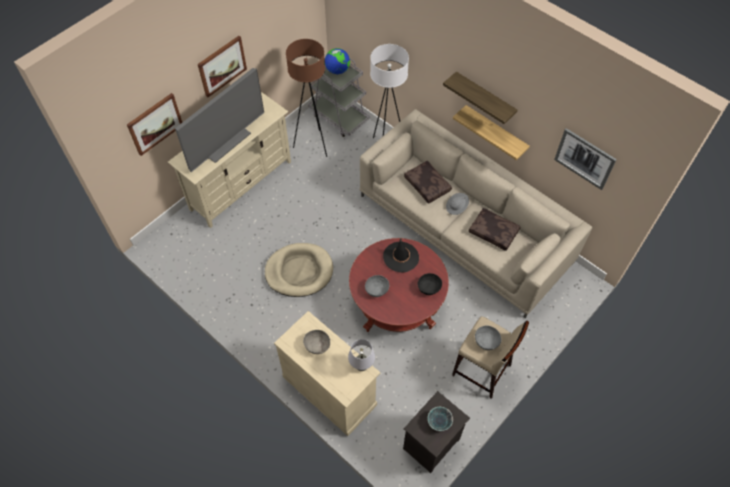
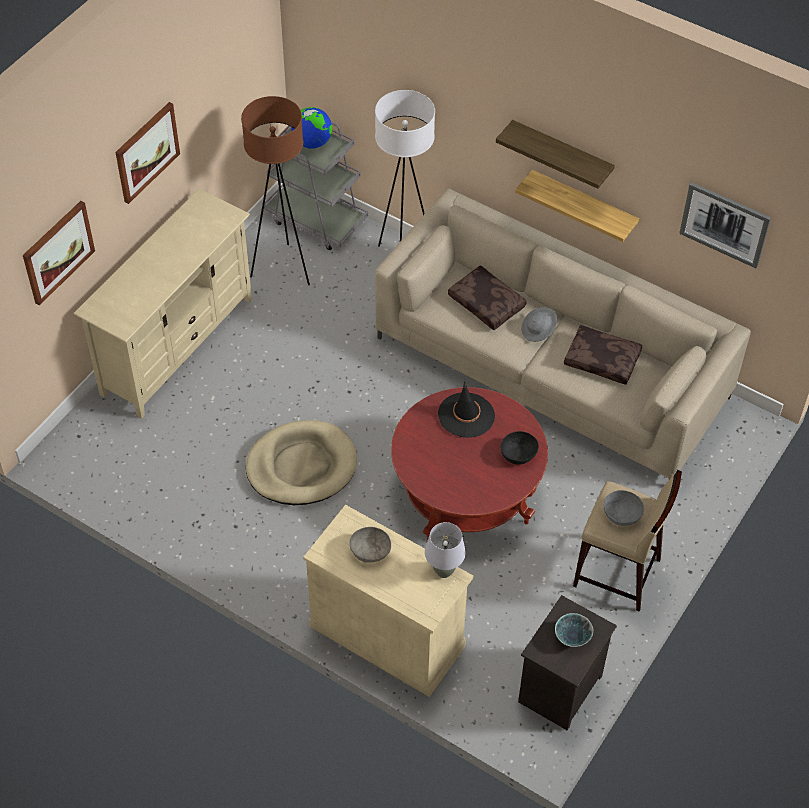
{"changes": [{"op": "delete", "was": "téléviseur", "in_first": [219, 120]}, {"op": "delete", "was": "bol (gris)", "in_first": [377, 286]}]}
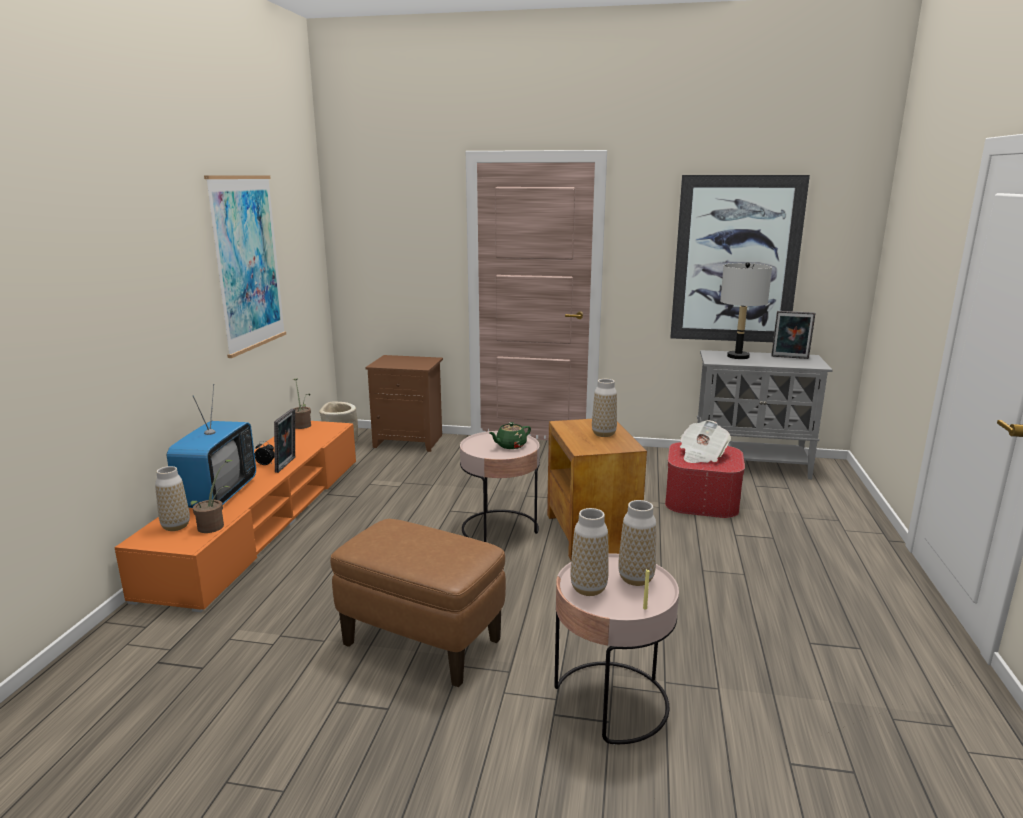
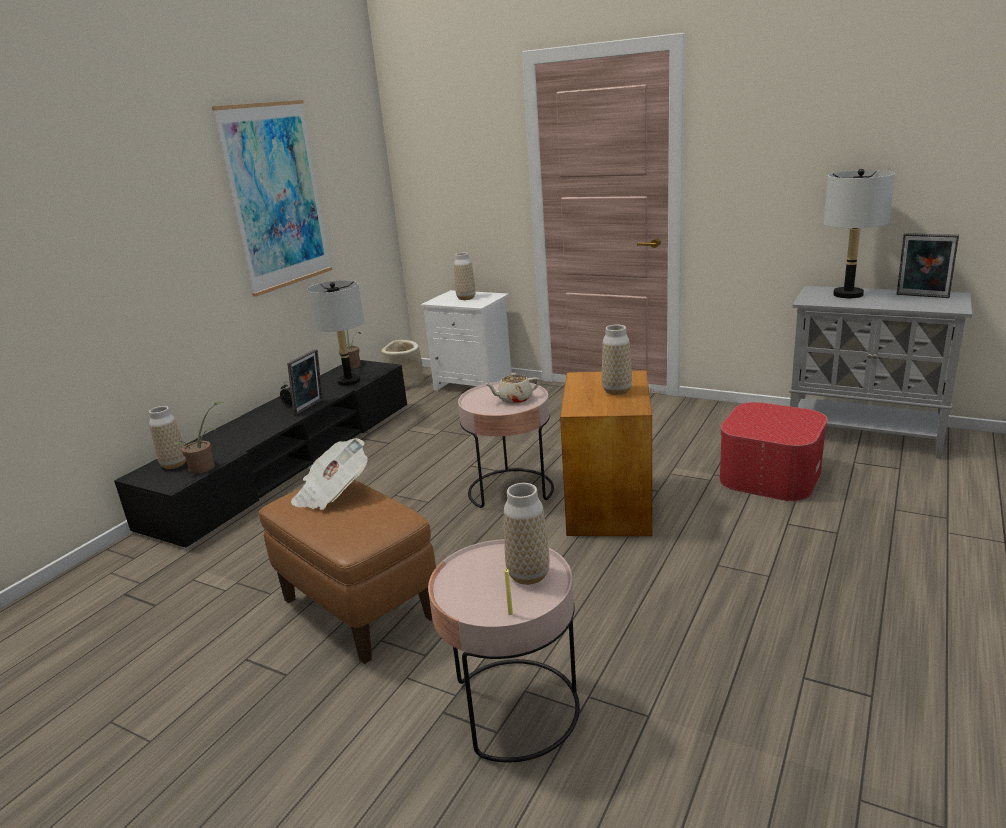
{"changes": [{"op": "recolor", "was": "meuble télé (orange)", "now": "meuble télé (noir)", "in_first": [235, 516], "in_second": [260, 455]}, {"op": "move", "was": "journal", "in_first": [705, 441], "in_second": [329, 474]}, {"op": "insert", "now": "lampe de table (gris)", "in_second": [335, 333]}, {"op": "recolor", "was": "table de chevet (marron)", "now": "table de chevet (blanc)", "in_first": [404, 403], "in_second": [466, 340]}, {"op": "move", "was": "vase", "in_first": [589, 552], "in_second": [465, 276]}, {"op": "recolor", "was": "théière (vert)", "now": "théière (beige)", "in_first": [510, 435], "in_second": [512, 388]}, {"op": "delete", "was": "téléviseur", "in_first": [211, 446]}, {"op": "delete", "was": "tableau", "in_first": [740, 258]}]}
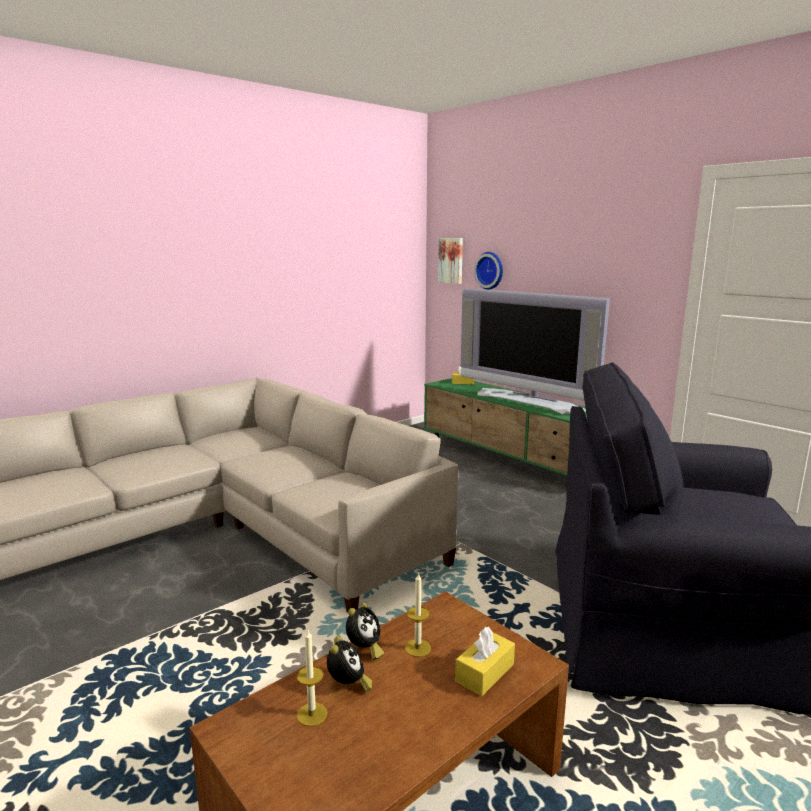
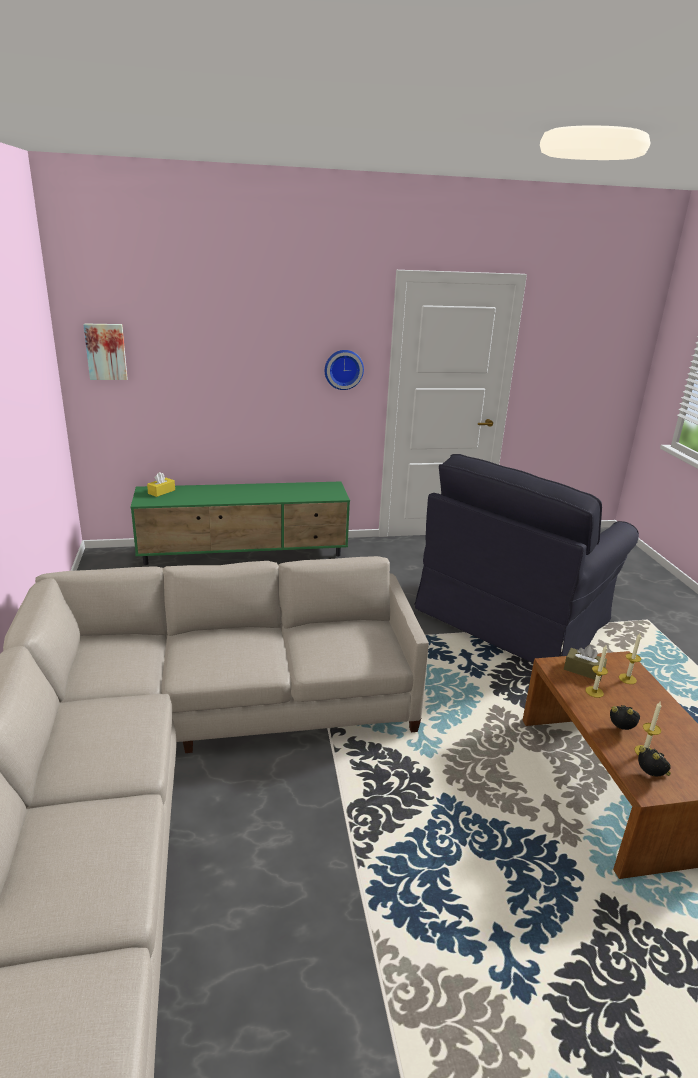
{"changes": [{"op": "move", "was": "horloge murale", "in_first": [488, 271], "in_second": [344, 370]}, {"op": "insert", "now": "boîte à mouchoirs (marron)", "in_second": [585, 663]}, {"op": "replace", "was": "boîte à mouchoirs (jaune)", "now": "bougie", "in_first": [485, 661], "in_second": [630, 658]}, {"op": "move", "was": "réveil", "in_first": [365, 631], "in_second": [654, 761]}, {"op": "delete", "was": "téléviseur", "in_first": [535, 351]}]}
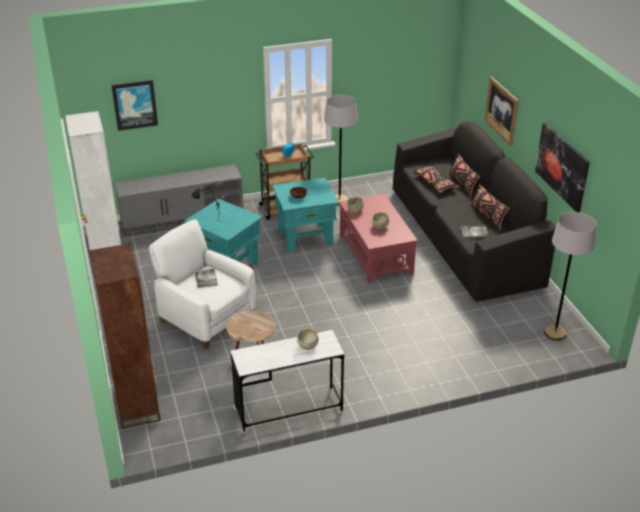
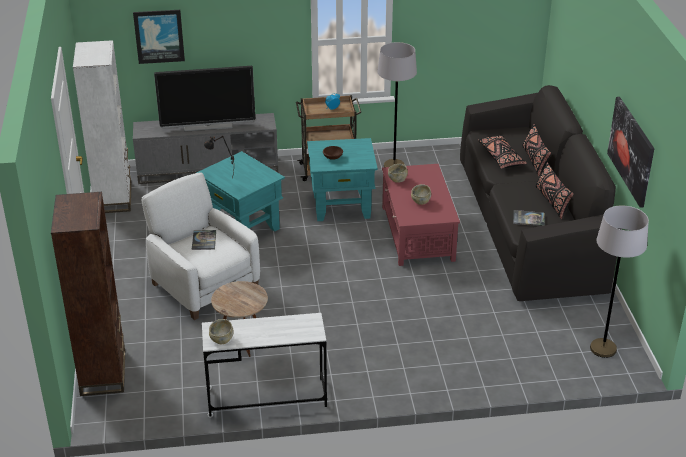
{"changes": [{"op": "insert", "now": "téléviseur", "in_second": [204, 99]}, {"op": "move", "was": "bol (beige)", "in_first": [308, 339], "in_second": [221, 331]}, {"op": "delete", "was": "tableau", "in_first": [502, 111]}]}
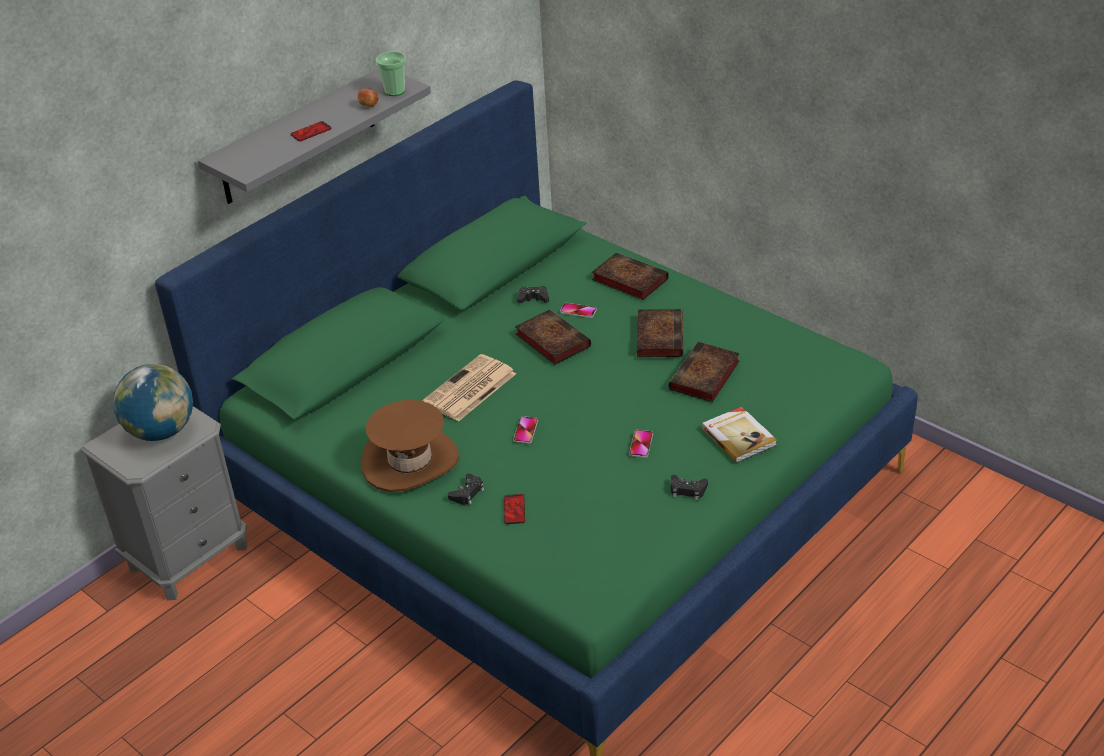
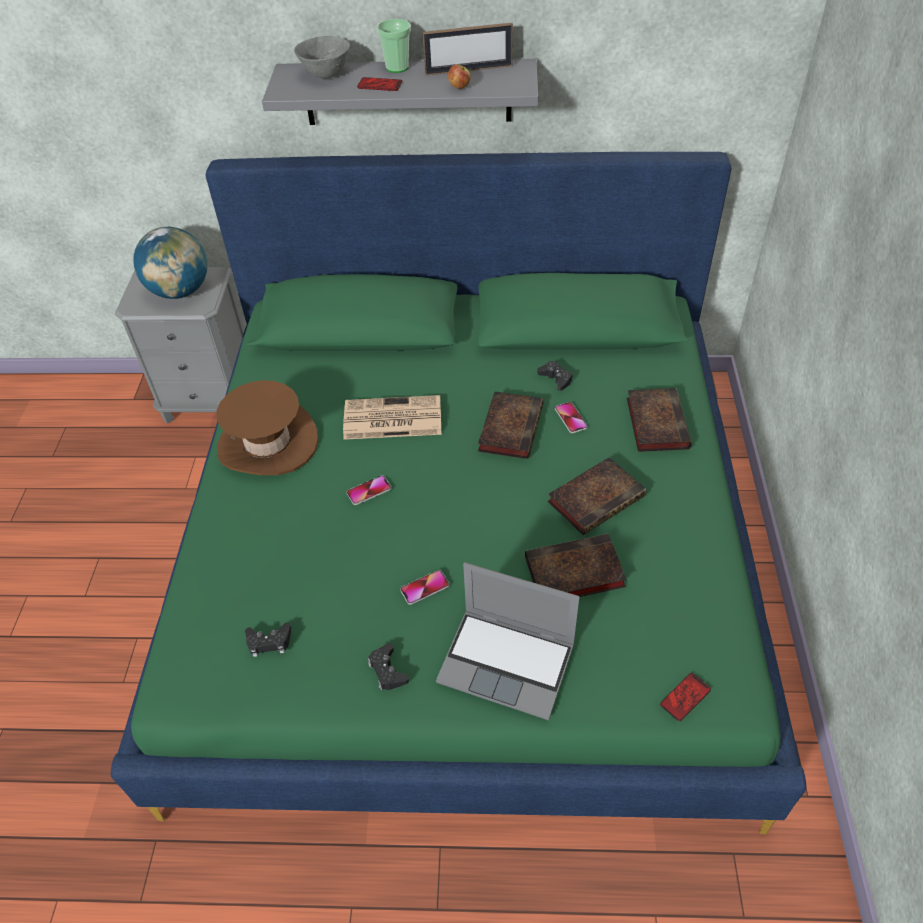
{"changes": [{"op": "move", "was": "manette (noir)", "in_first": [466, 489], "in_second": [268, 640]}, {"op": "insert", "now": "bol (gris)", "in_second": [322, 57]}, {"op": "move", "was": "tasse", "in_first": [391, 74], "in_second": [394, 46]}, {"op": "insert", "now": "cadre photo", "in_second": [467, 49]}, {"op": "replace", "was": "livre", "now": "ordinateur portable", "in_first": [739, 434], "in_second": [508, 641]}, {"op": "move", "was": "téléphone", "in_first": [514, 509], "in_second": [685, 697]}]}
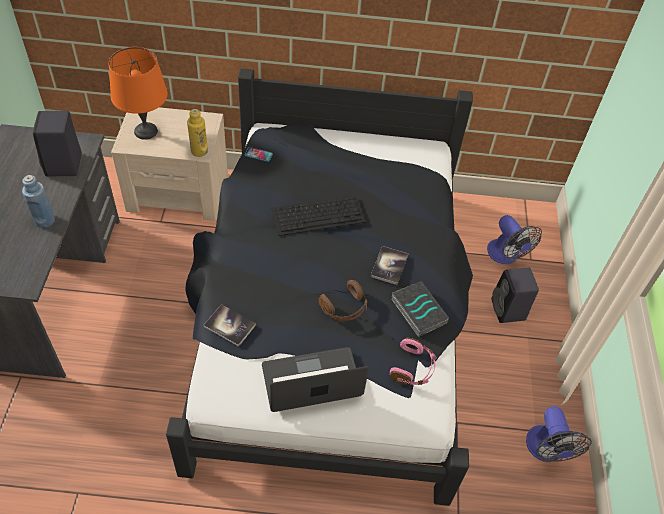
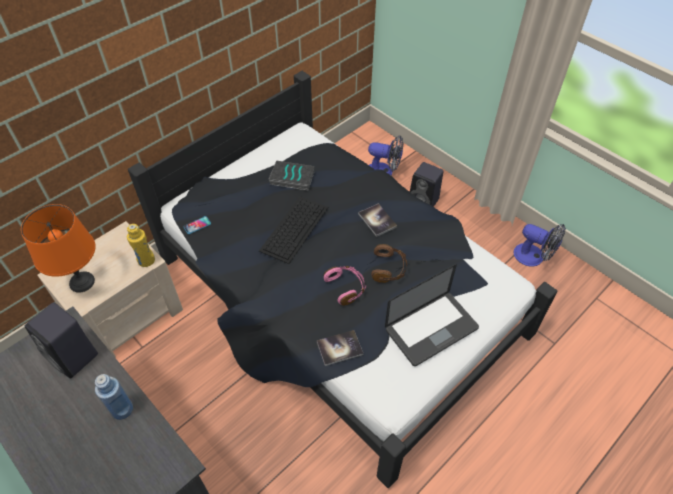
{"changes": [{"op": "move", "was": "livre", "in_first": [420, 309], "in_second": [291, 175]}, {"op": "move", "was": "casque audio (rose)", "in_first": [413, 361], "in_second": [345, 286]}, {"op": "rotate", "was": "ordinateur portable", "in_first": [315, 379], "in_second": [432, 315], "clockwise": -150}]}
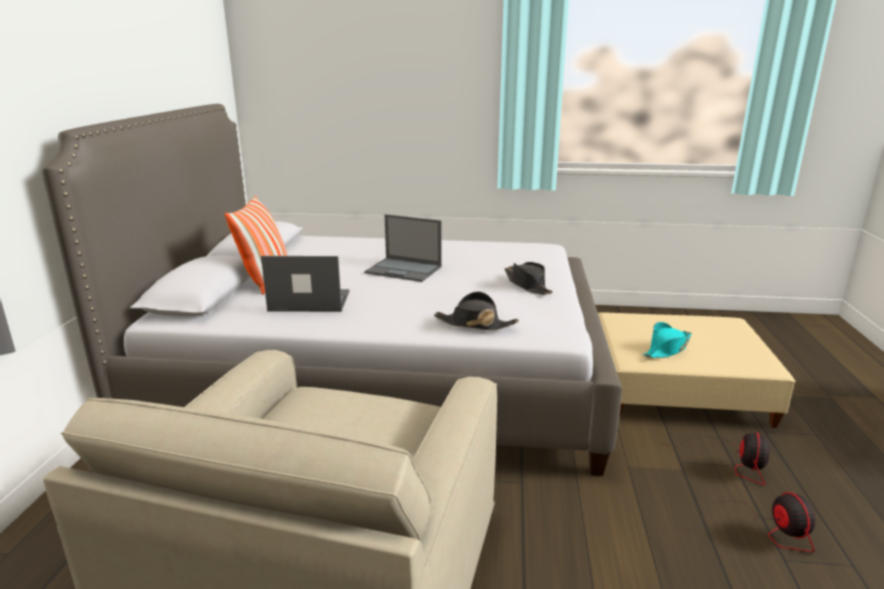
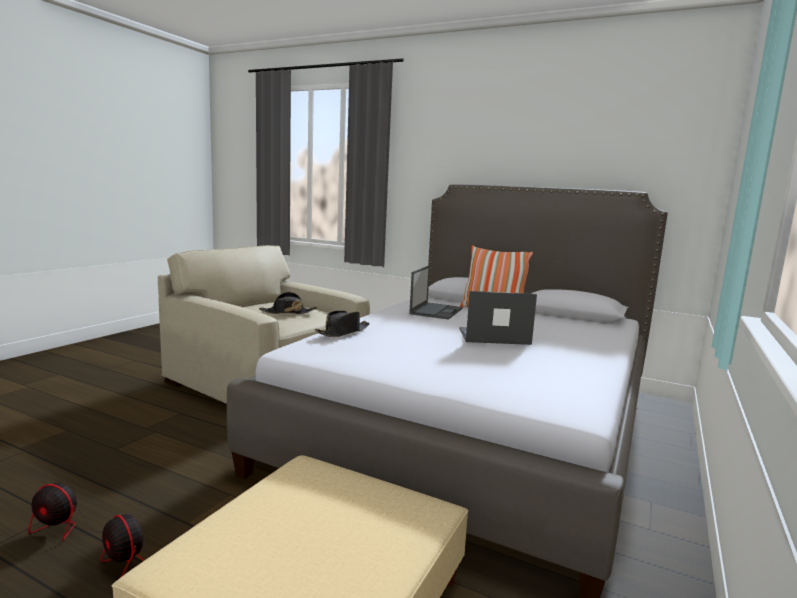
{"changes": [{"op": "move", "was": "chapeau (noir)", "in_first": [528, 278], "in_second": [288, 303]}, {"op": "rotate", "was": "ordinateur portable", "in_first": [403, 248], "in_second": [498, 318], "clockwise": 45}, {"op": "delete", "was": "chapeau (turquoise)", "in_first": [667, 340]}]}
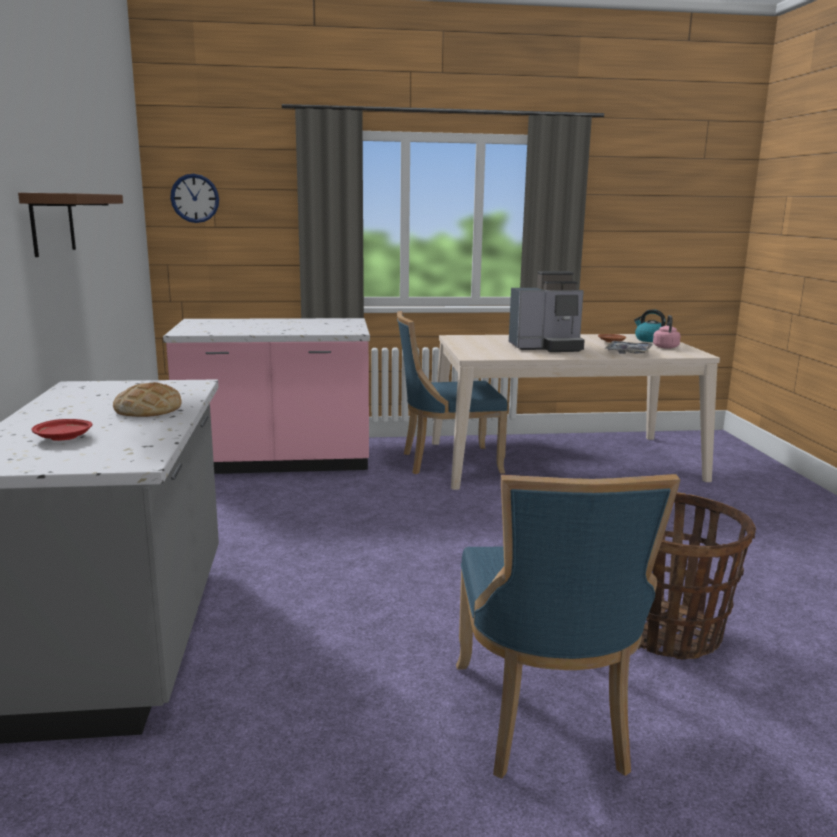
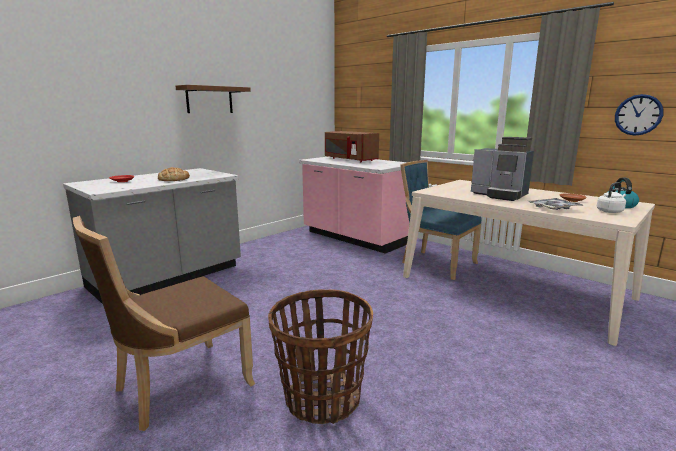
{"changes": [{"op": "recolor", "was": "chaise (bleu)", "now": "chaise (marron)", "in_first": [568, 626], "in_second": [164, 323]}, {"op": "insert", "now": "micro-ondes (marron)", "in_second": [352, 146]}, {"op": "recolor", "was": "bouilloire (rose)", "now": "bouilloire (blanc)", "in_first": [667, 332], "in_second": [611, 197]}, {"op": "move", "was": "horloge murale", "in_first": [194, 198], "in_second": [639, 115]}]}
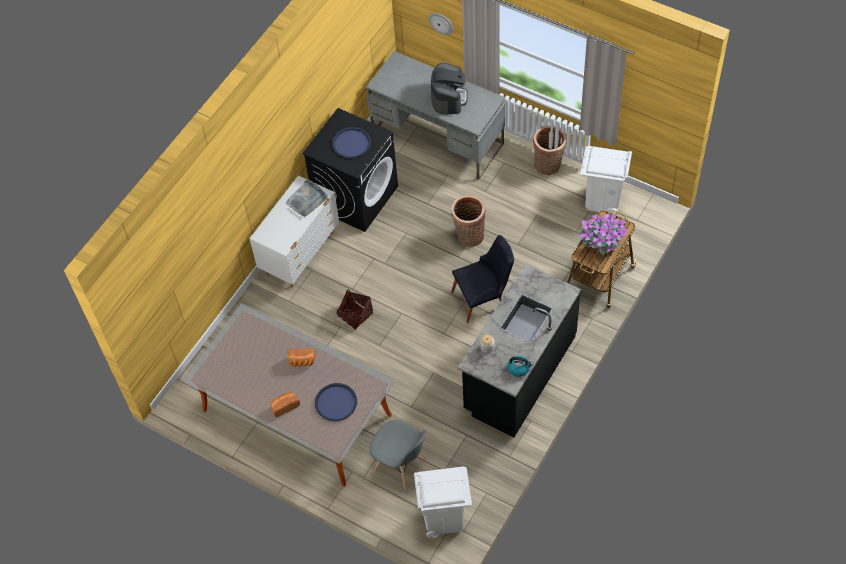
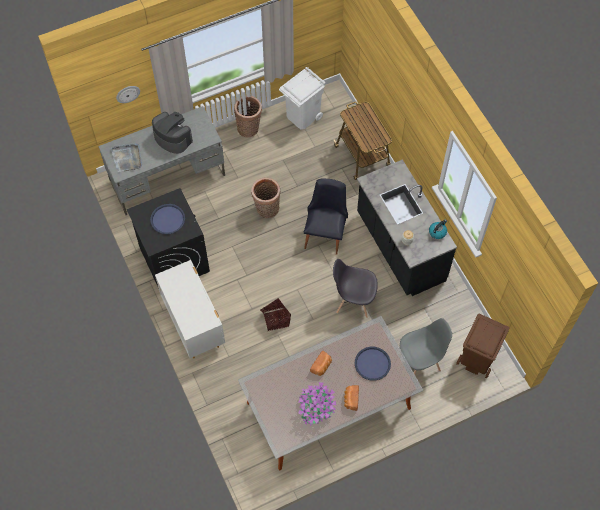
{"changes": [{"op": "move", "was": "plateau (gris)", "in_first": [306, 198], "in_second": [126, 157]}, {"op": "move", "was": "plante en pot", "in_first": [603, 234], "in_second": [317, 404]}, {"op": "insert", "now": "chaise (gris)", "in_second": [355, 288]}, {"op": "recolor", "was": "poubelle (blanc)", "now": "poubelle (marron)", "in_first": [443, 502], "in_second": [483, 346]}]}
